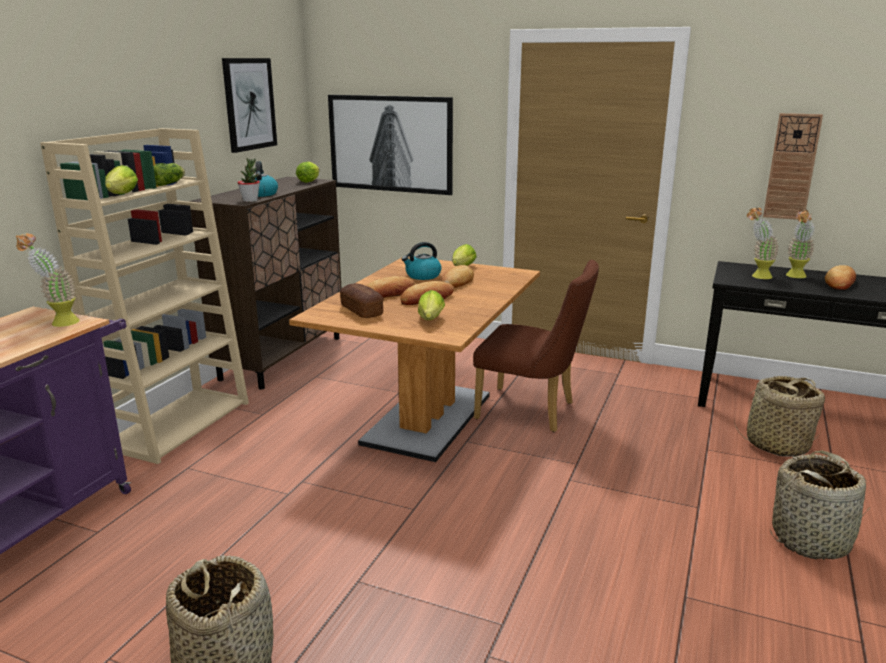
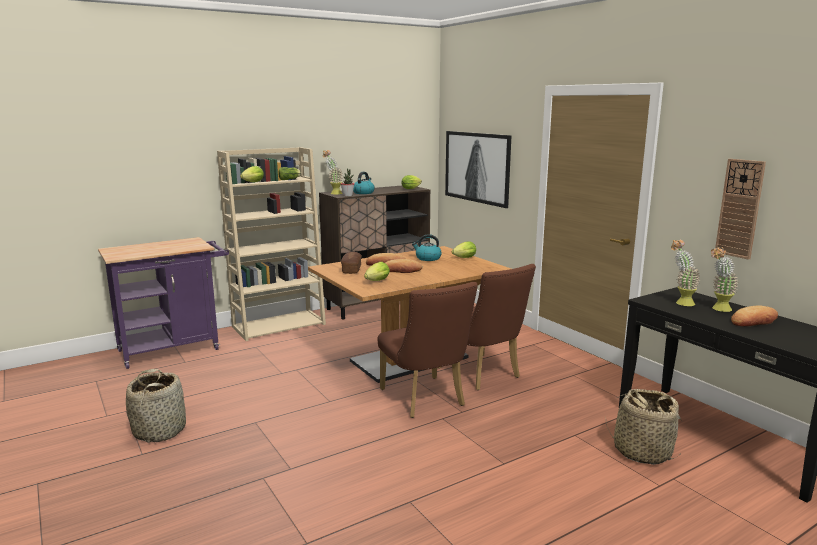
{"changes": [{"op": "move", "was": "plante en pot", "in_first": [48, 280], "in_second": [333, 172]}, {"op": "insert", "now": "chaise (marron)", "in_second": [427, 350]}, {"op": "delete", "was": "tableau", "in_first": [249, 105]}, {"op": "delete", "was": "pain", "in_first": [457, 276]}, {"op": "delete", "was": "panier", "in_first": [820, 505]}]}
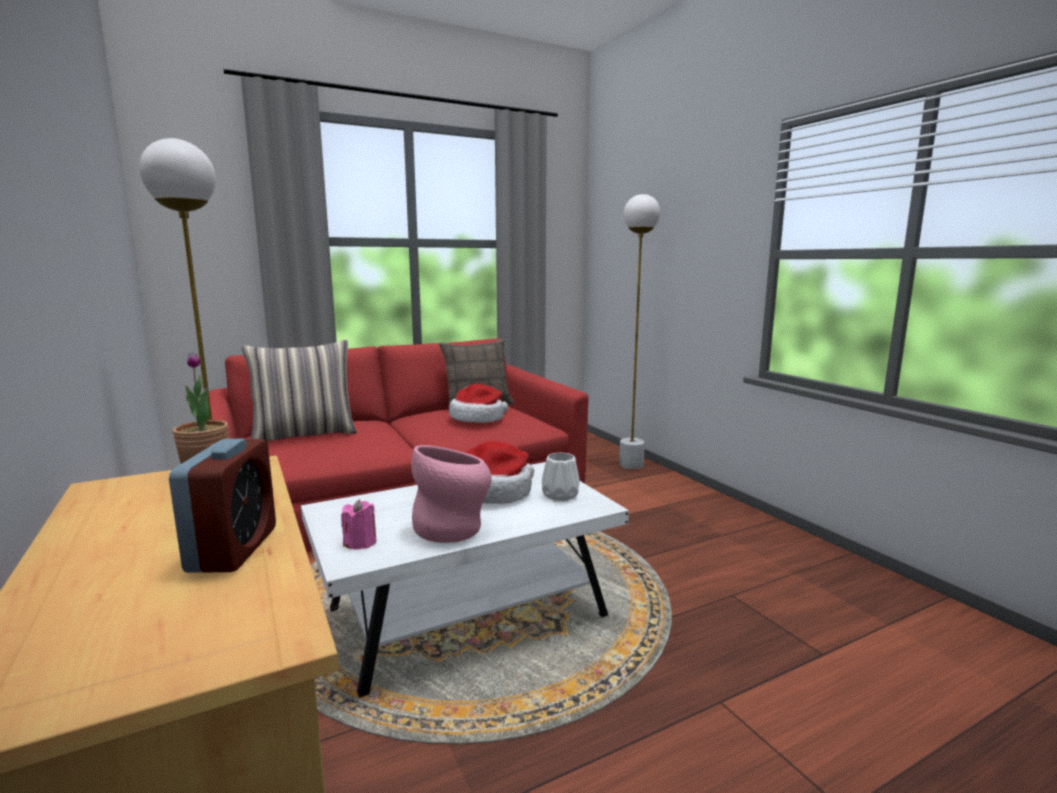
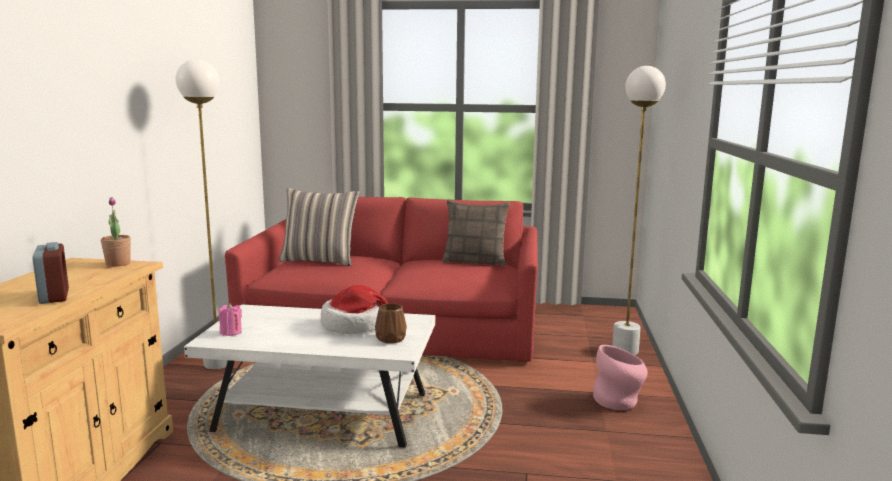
{"changes": [{"op": "rotate", "was": "réveil", "in_first": [222, 506], "in_second": [50, 273], "clockwise": -60}, {"op": "recolor", "was": "vase (blanc)", "now": "vase (marron)", "in_first": [561, 476], "in_second": [391, 323]}, {"op": "move", "was": "vase (rose)", "in_first": [451, 494], "in_second": [620, 377]}, {"op": "delete", "was": "chapeau", "in_first": [478, 403]}]}
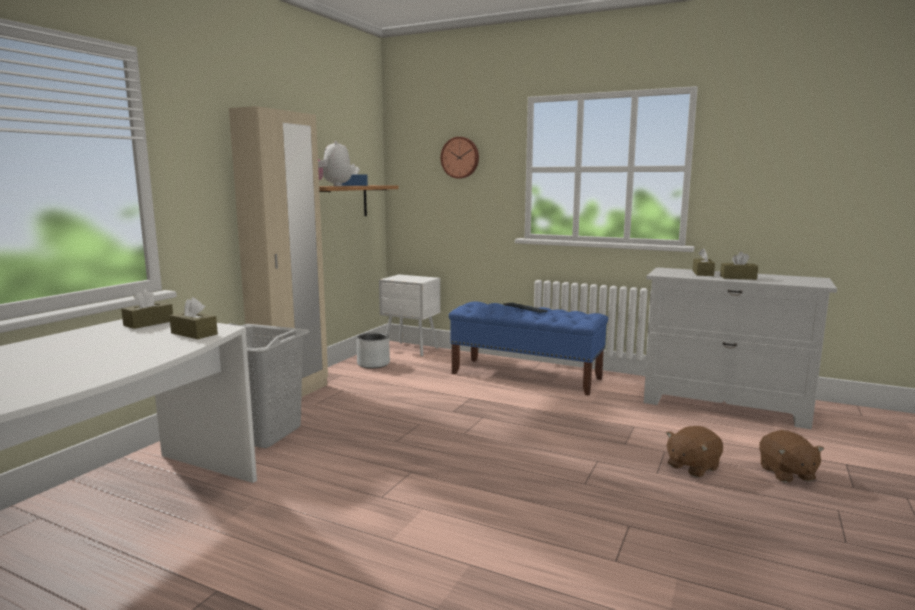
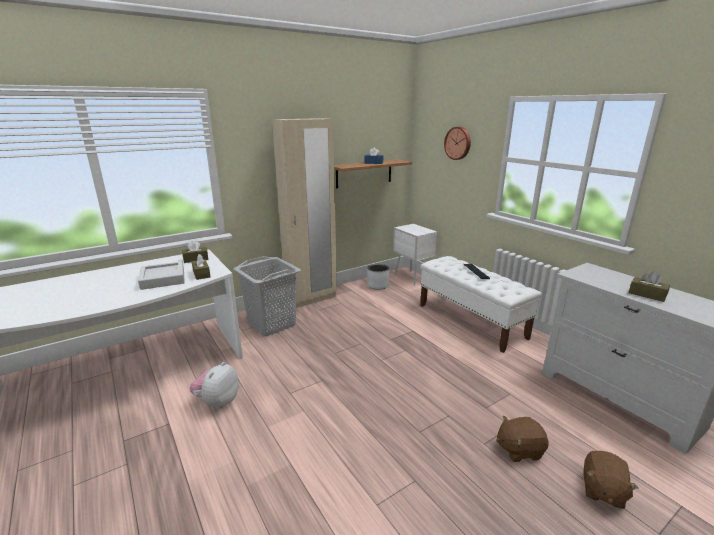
{"changes": [{"op": "insert", "now": "plateau (gris)", "in_second": [161, 275]}, {"op": "move", "was": "peluche", "in_first": [335, 163], "in_second": [214, 385]}, {"op": "recolor", "was": "banc (bleu)", "now": "banc (blanc)", "in_first": [528, 348], "in_second": [481, 304]}, {"op": "delete", "was": "boîte à mouchoirs (marron)", "in_first": [704, 262]}]}
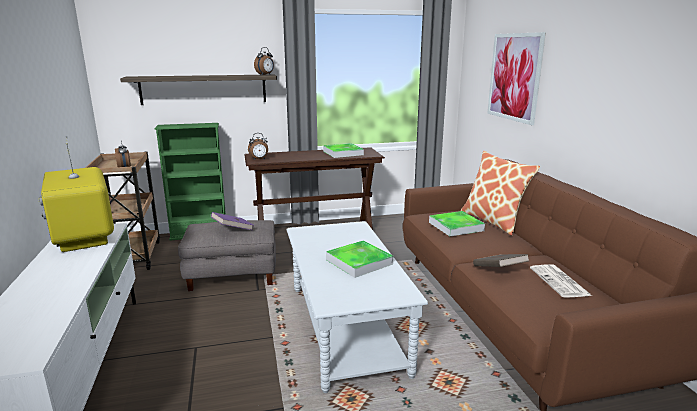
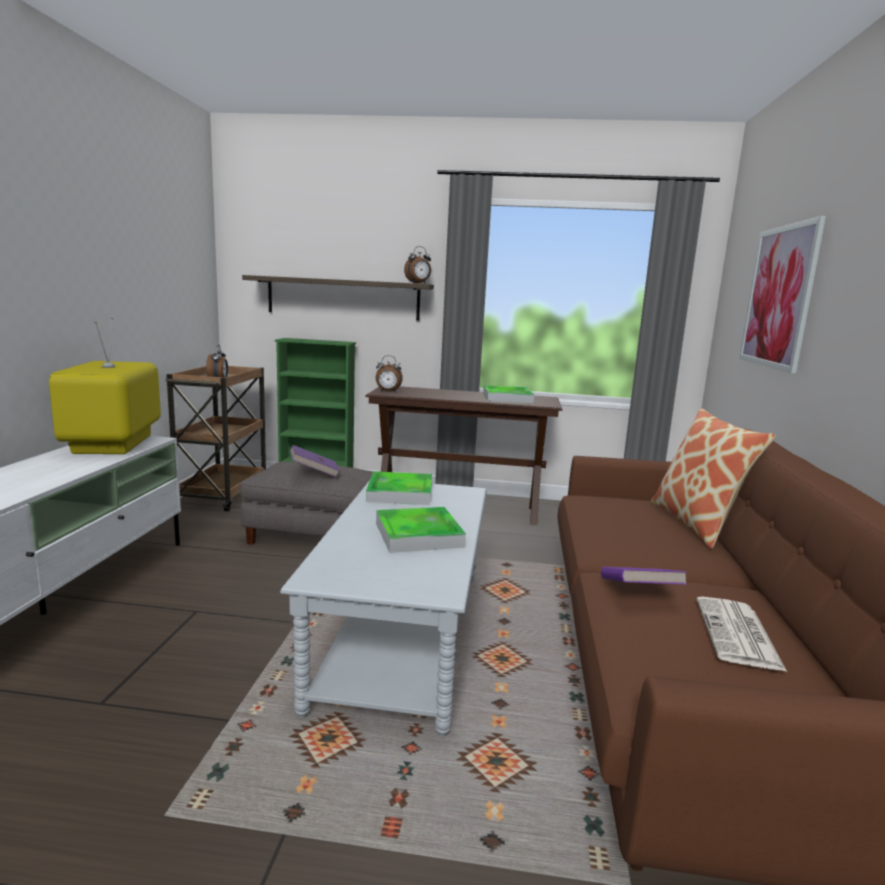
{"changes": [{"op": "move", "was": "plateau", "in_first": [457, 223], "in_second": [399, 488]}, {"op": "recolor", "was": "livre (marron)", "now": "livre (violet)", "in_first": [501, 260], "in_second": [644, 576]}]}
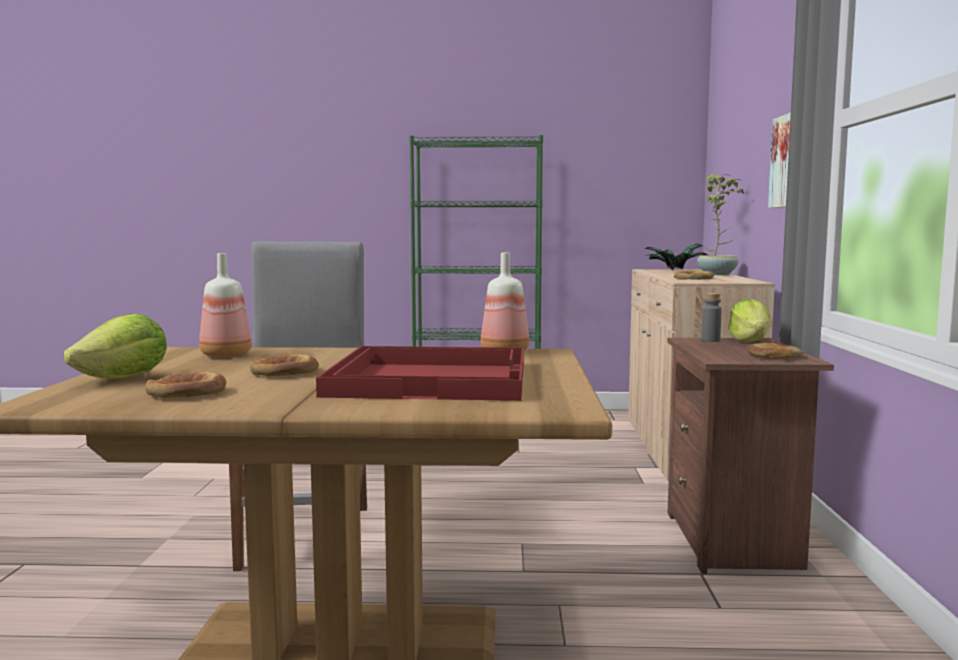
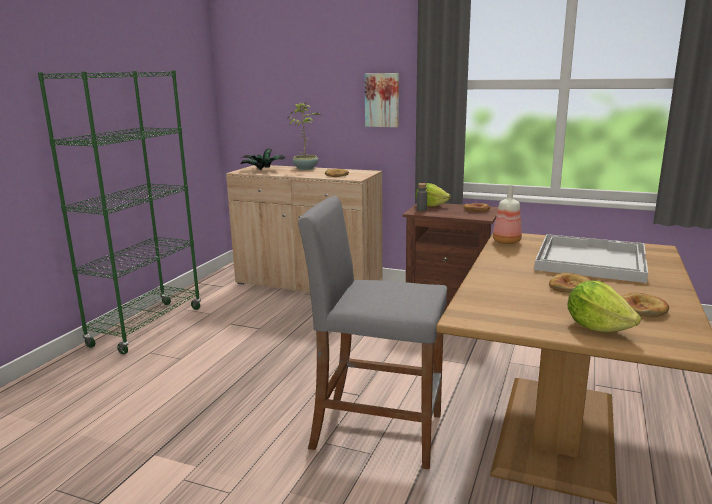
{"changes": [{"op": "recolor", "was": "plateau (rouge)", "now": "plateau (blanc)", "in_first": [420, 373], "in_second": [591, 258]}, {"op": "delete", "was": "bouteille", "in_first": [225, 305]}]}
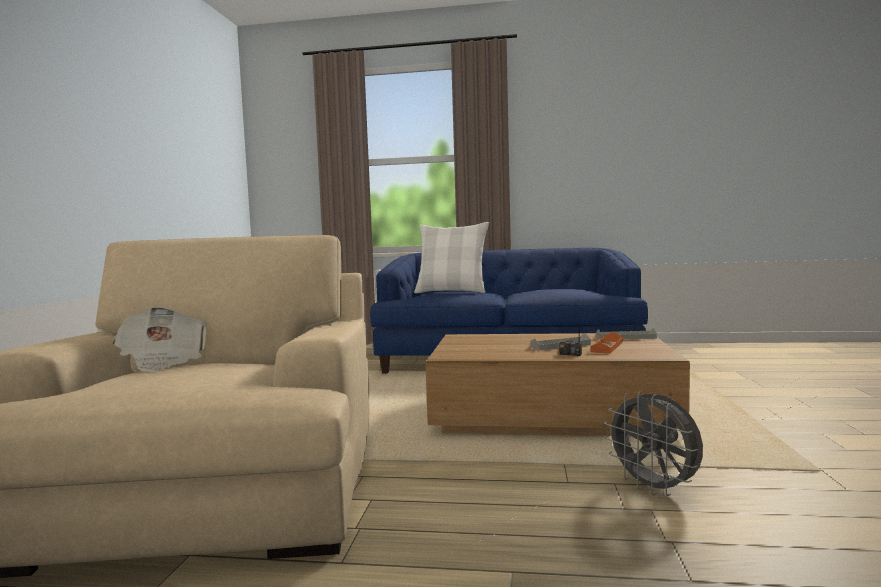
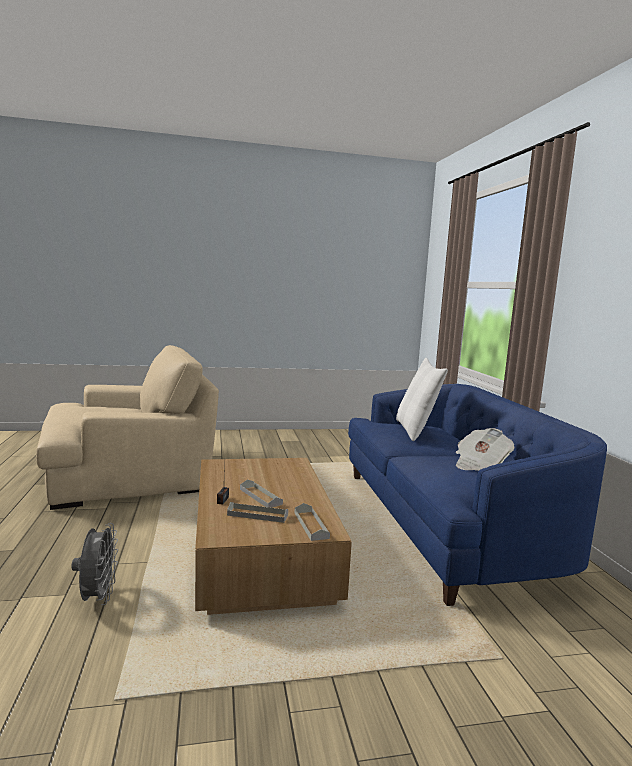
{"changes": [{"op": "rotate", "was": "ventilateur (gris)", "in_first": [653, 443], "in_second": [94, 564], "clockwise": 135}, {"op": "recolor", "was": "plateau (orange)", "now": "plateau (gris)", "in_first": [606, 343], "in_second": [258, 512]}, {"op": "move", "was": "journal", "in_first": [160, 339], "in_second": [484, 449]}]}
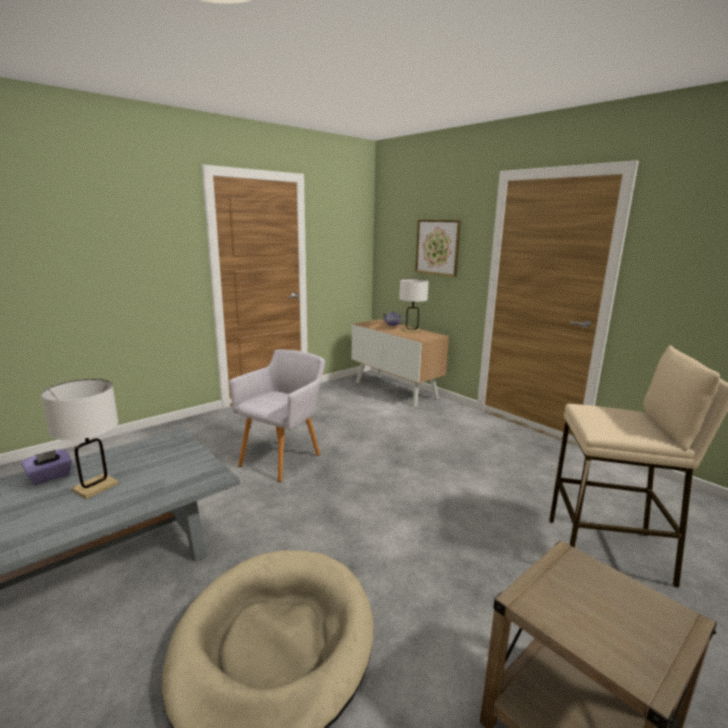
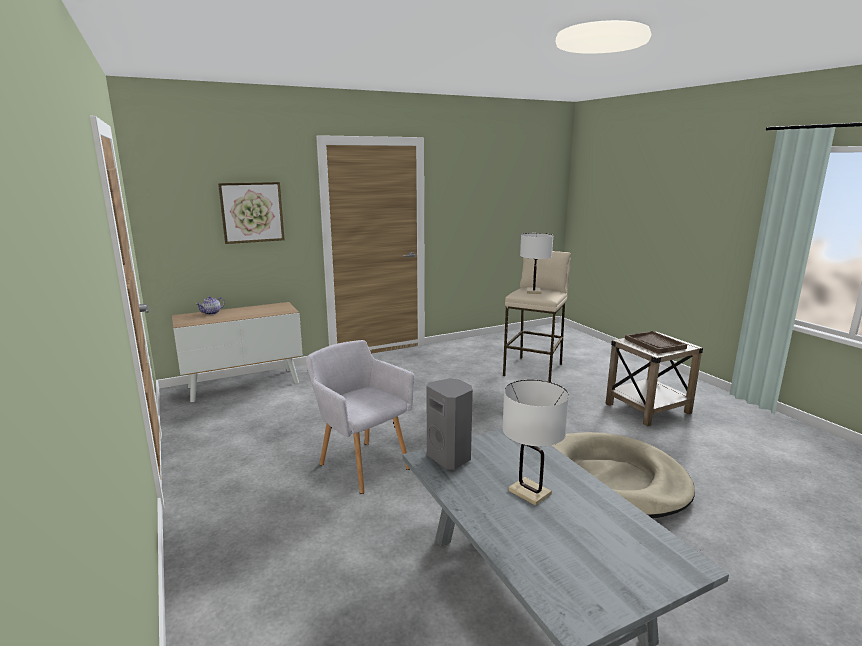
{"changes": [{"op": "insert", "now": "enceinte (gris)", "in_second": [450, 424]}, {"op": "move", "was": "lampe de table (blanc)", "in_first": [414, 306], "in_second": [536, 263]}, {"op": "insert", "now": "plateau (marron)", "in_second": [656, 342]}, {"op": "delete", "was": "boîte à mouchoirs (violet)", "in_first": [46, 467]}]}
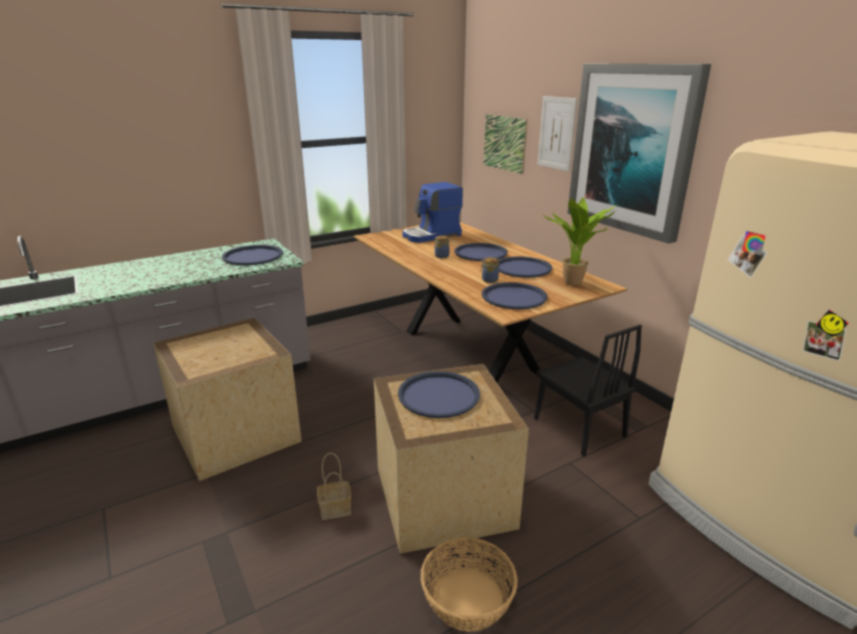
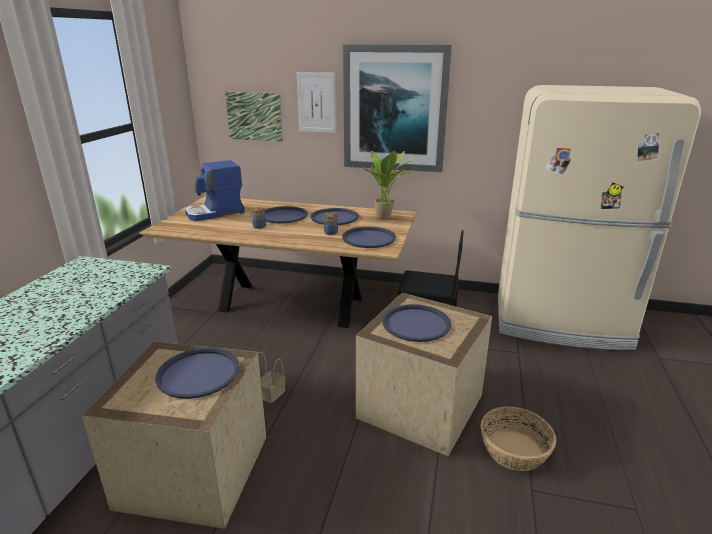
{"changes": [{"op": "move", "was": "plateau (bleu)", "in_first": [252, 255], "in_second": [197, 373]}, {"op": "rotate", "was": "machine à café", "in_first": [433, 212], "in_second": [215, 190], "clockwise": 45}, {"op": "move", "was": "panier", "in_first": [334, 486], "in_second": [271, 377]}]}
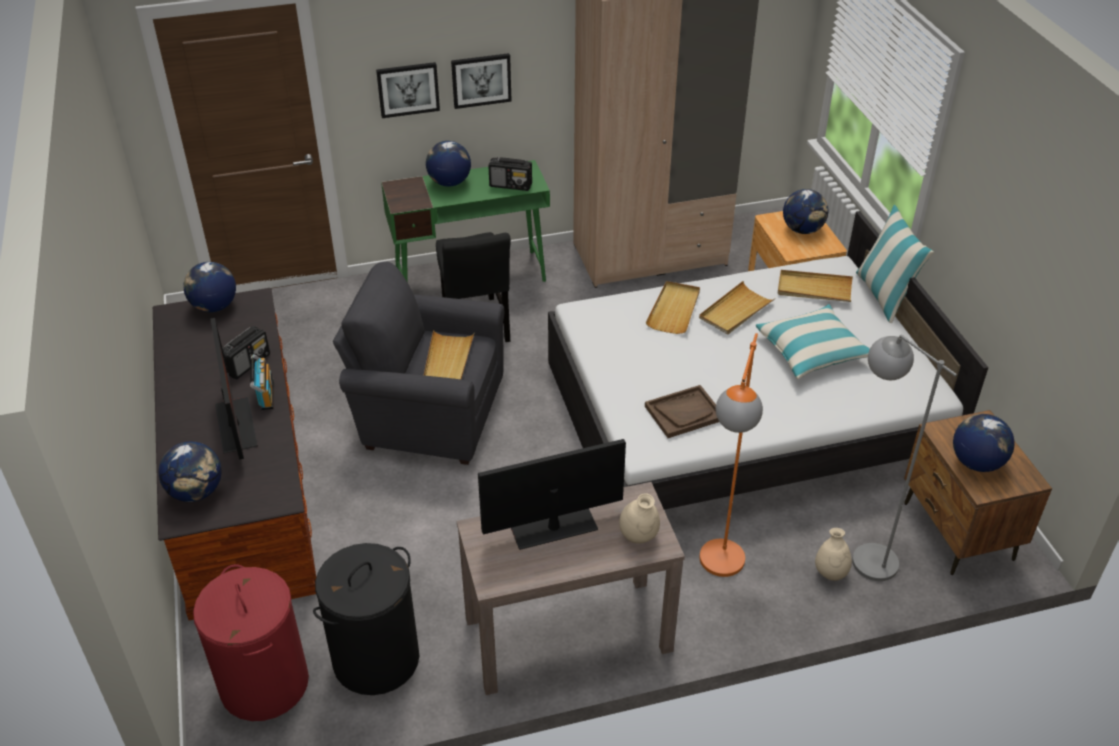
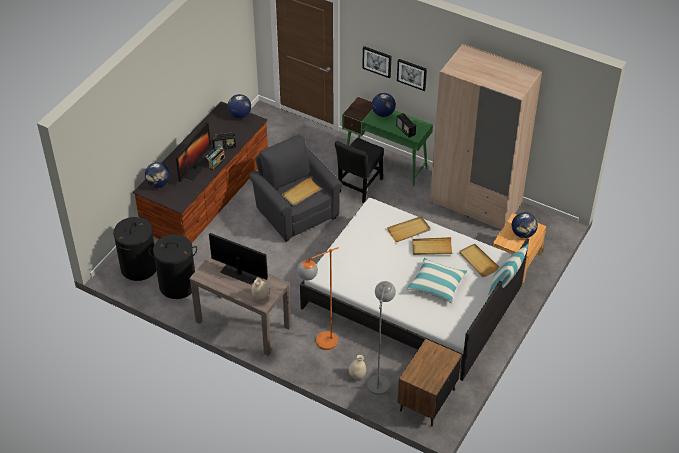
{"changes": [{"op": "recolor", "was": "panier à linge (rouge)", "now": "panier à linge (noir)", "in_first": [251, 642], "in_second": [134, 248]}, {"op": "delete", "was": "plateau (marron)", "in_first": [682, 411]}, {"op": "delete", "was": "globe", "in_first": [984, 443]}]}
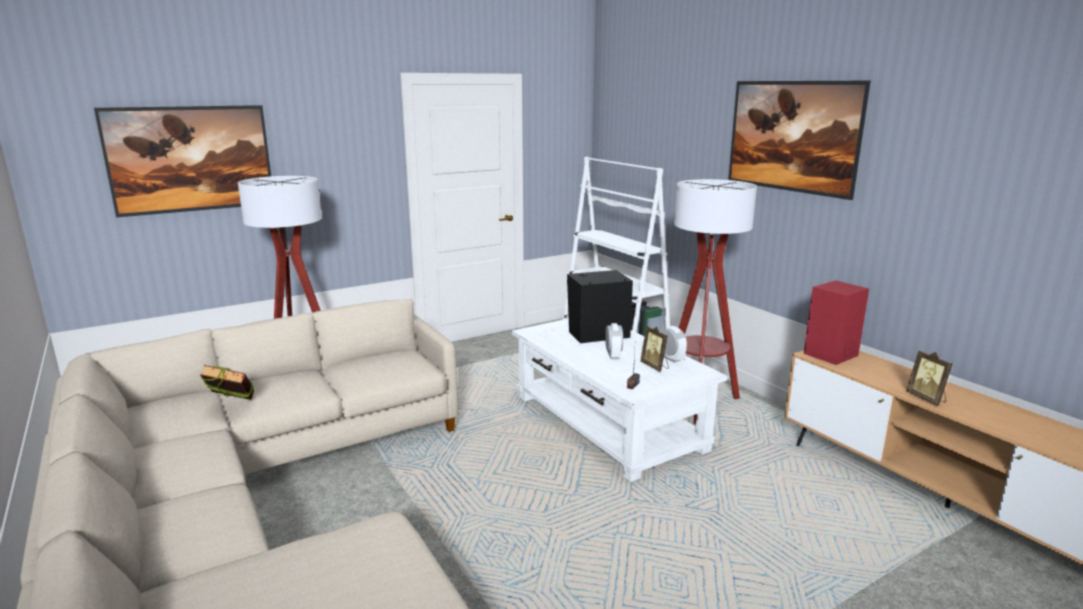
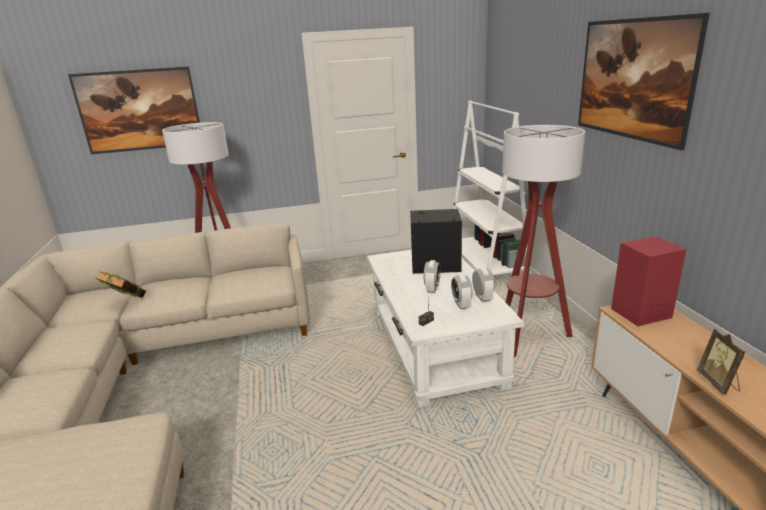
{"changes": [{"op": "replace", "was": "cadre photo", "now": "réveil", "in_first": [654, 349], "in_second": [462, 291]}]}
